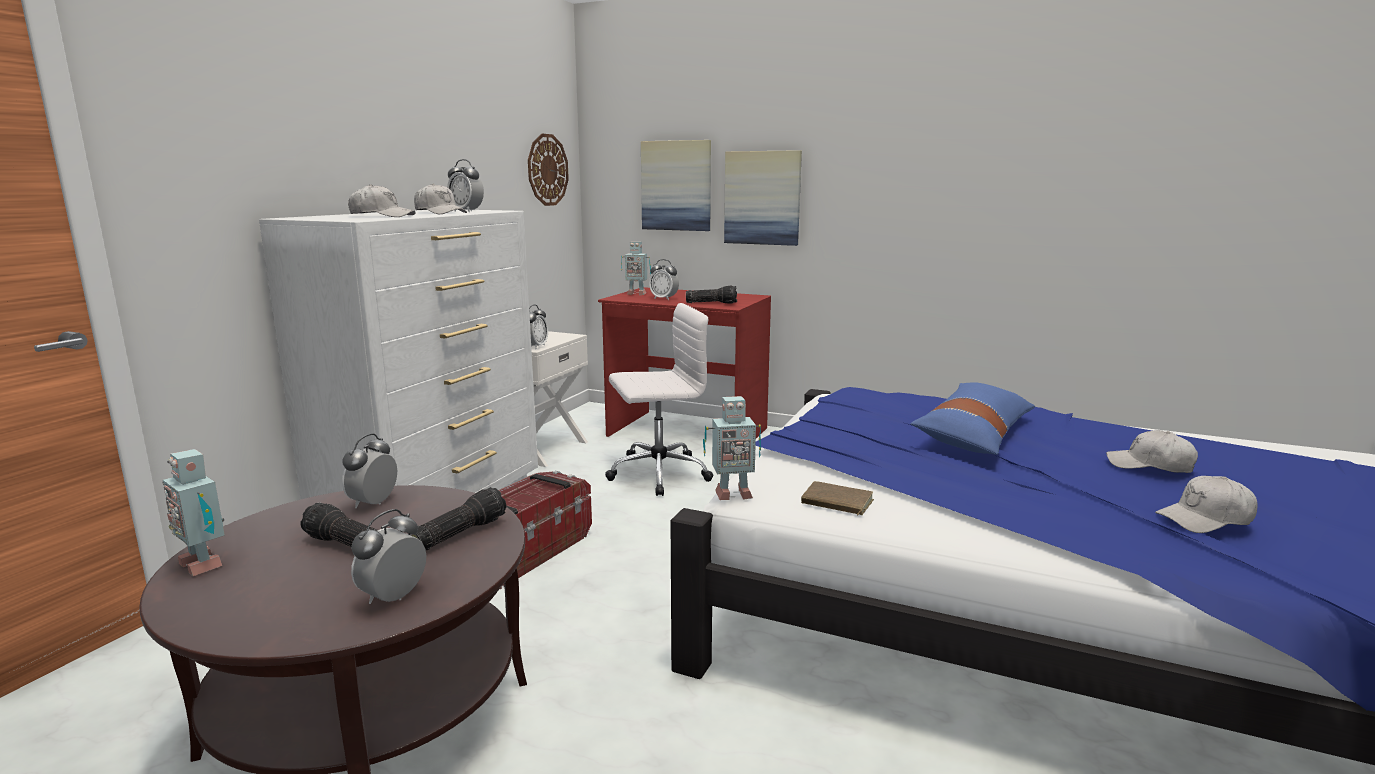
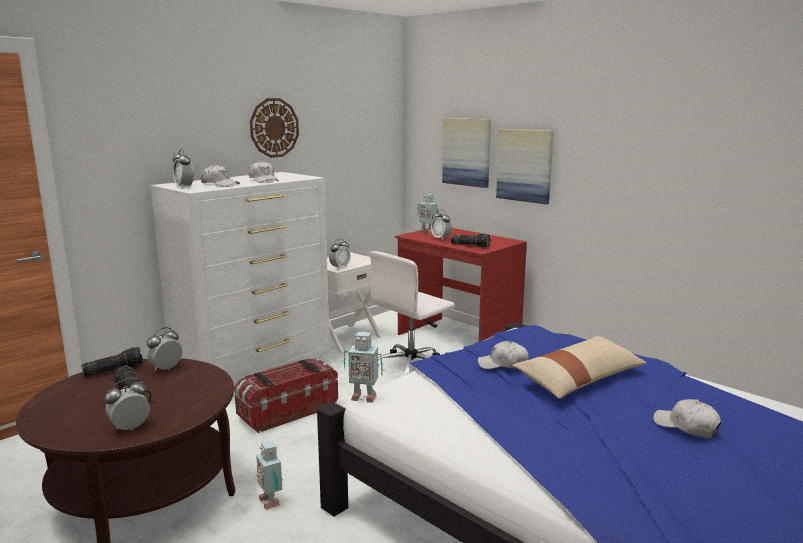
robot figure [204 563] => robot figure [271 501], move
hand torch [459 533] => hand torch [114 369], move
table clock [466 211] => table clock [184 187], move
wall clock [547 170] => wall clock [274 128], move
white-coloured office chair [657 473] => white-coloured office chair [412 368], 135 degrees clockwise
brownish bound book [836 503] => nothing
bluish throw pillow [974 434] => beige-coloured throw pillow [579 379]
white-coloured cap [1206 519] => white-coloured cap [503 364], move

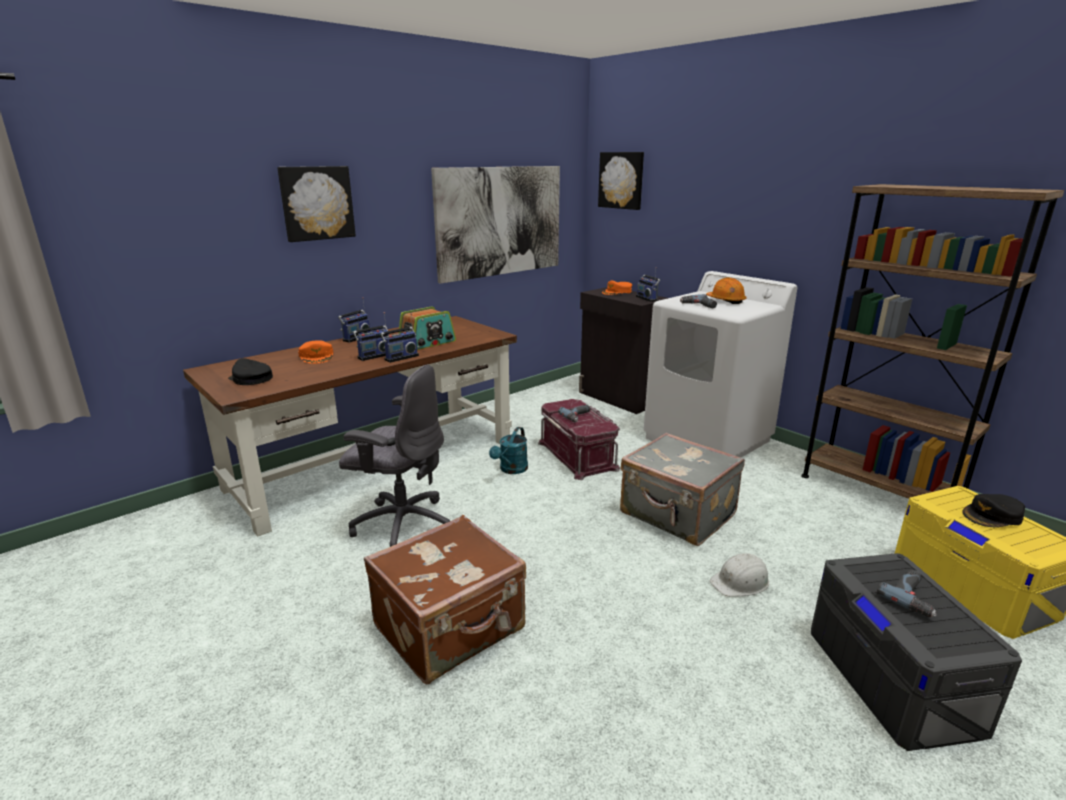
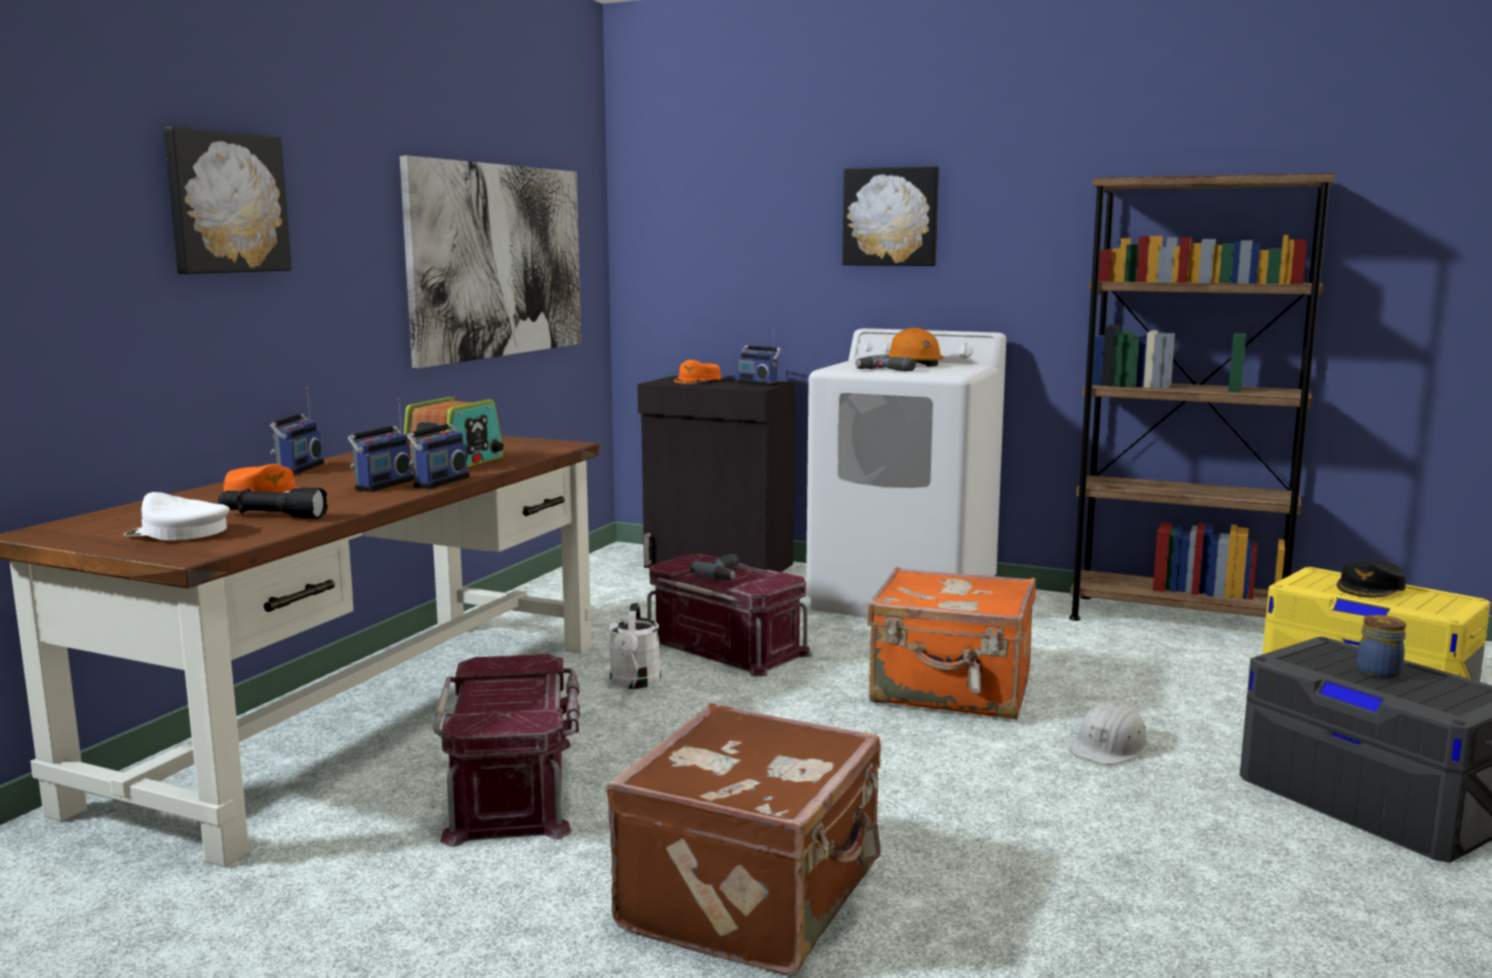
black-coloured cap [250 379] => white-coloured cap [178 532]
grey office chair [402 524] => red storage box [514 789]
turquoise-coloured watering can [511 470] => white-coloured watering can [634 683]
wall art [621 180] => wall art [891 217], move
grey travel case [677 515] => orange-coloured travel case [952 691]
power drill [913 598] => storage jar [1378 671]
nothing => black-coloured hand torch [272 516]

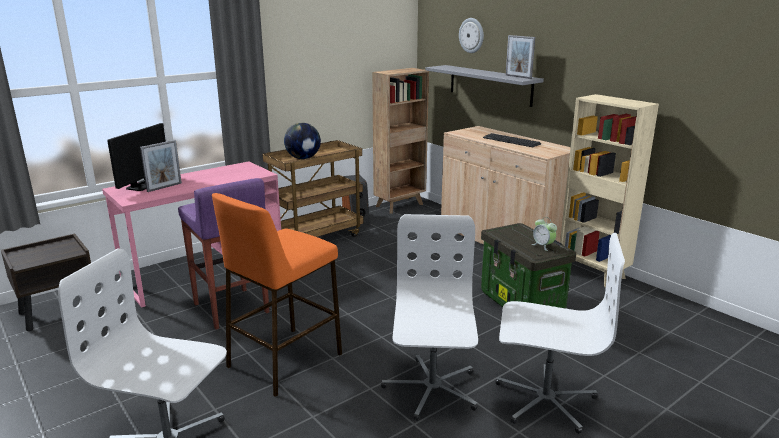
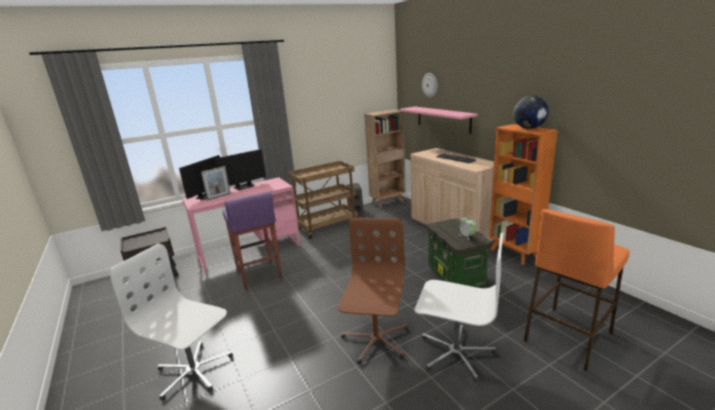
orange-coloured sitting stool [284 360] => orange-coloured sitting stool [567 337], move
globe [303 158] => globe [529 128], move
white-coloured office chair [431 389] => brownish office chair [375 340]
grey bracket shelf [490 85] => pink-coloured bracket shelf [443 119]
photo frame [518 77] => nothing
beige-coloured shelving unit [593 274] => orange-coloured shelving unit [514 254]
nothing => computer screen [244 186]

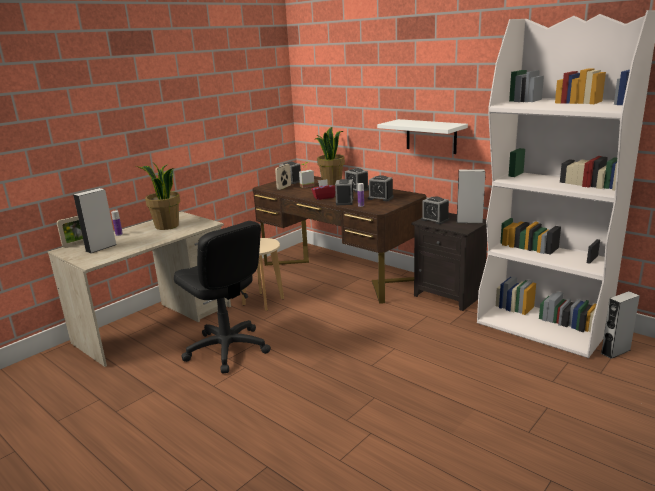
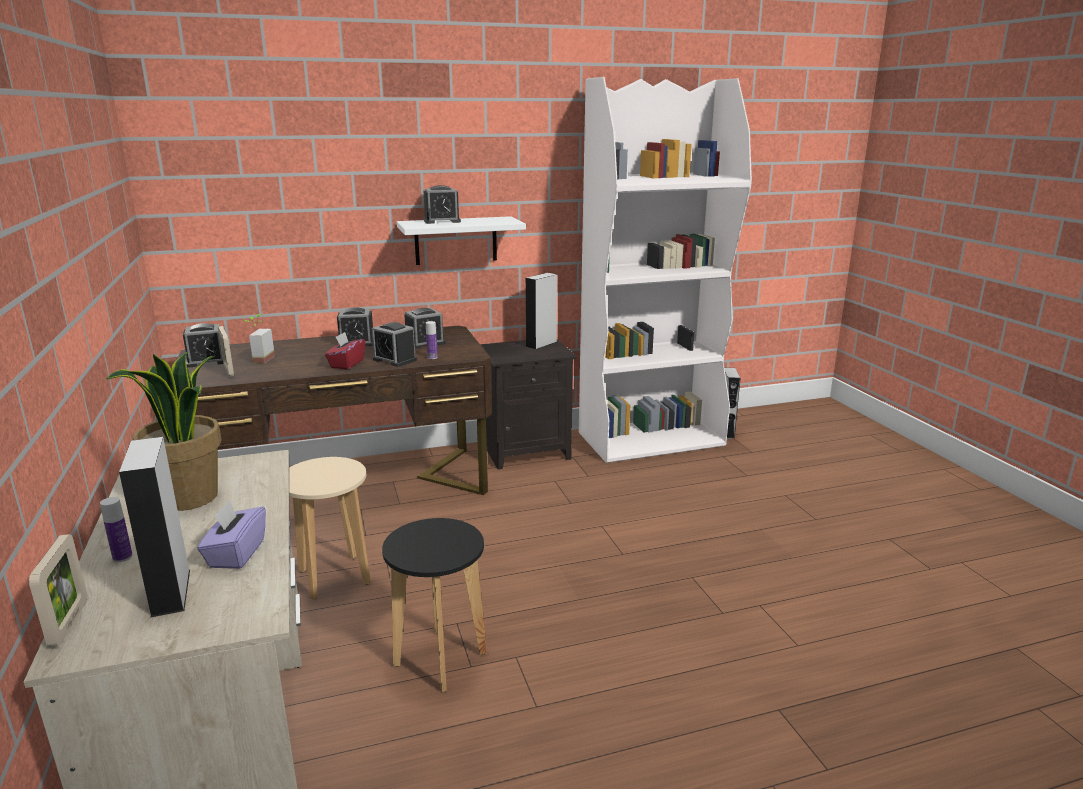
black-coloured office chair [227 349] => black-coloured sitting stool [440 660]
plant in a pot [331 183] => nothing
table clock [435 220] => table clock [442 221], move
nothing => purple tissue holder [236 554]

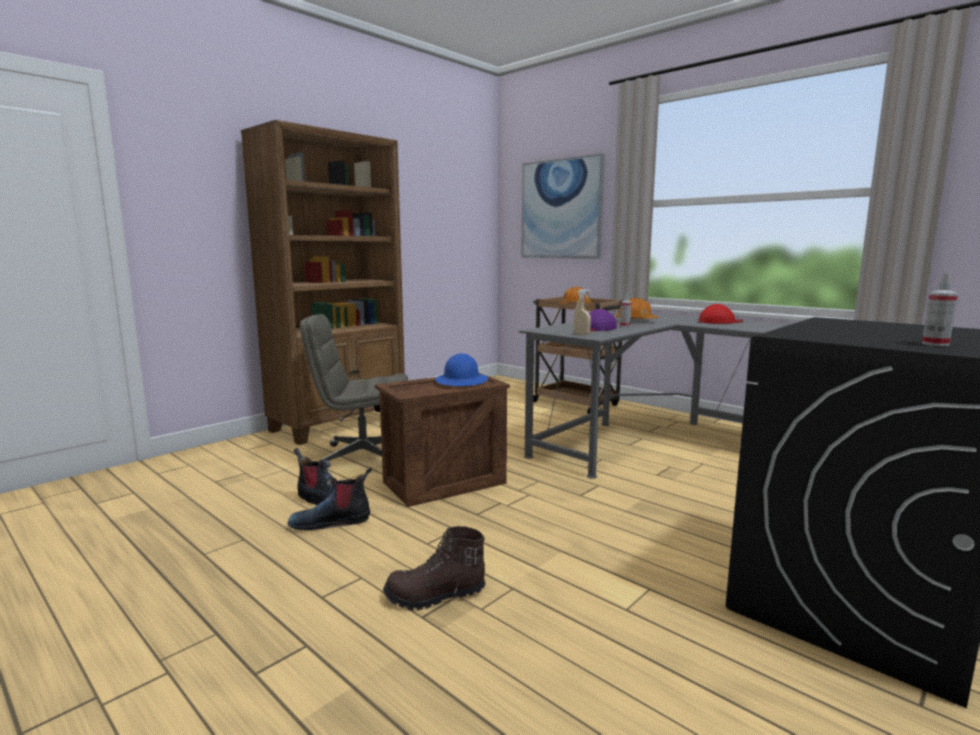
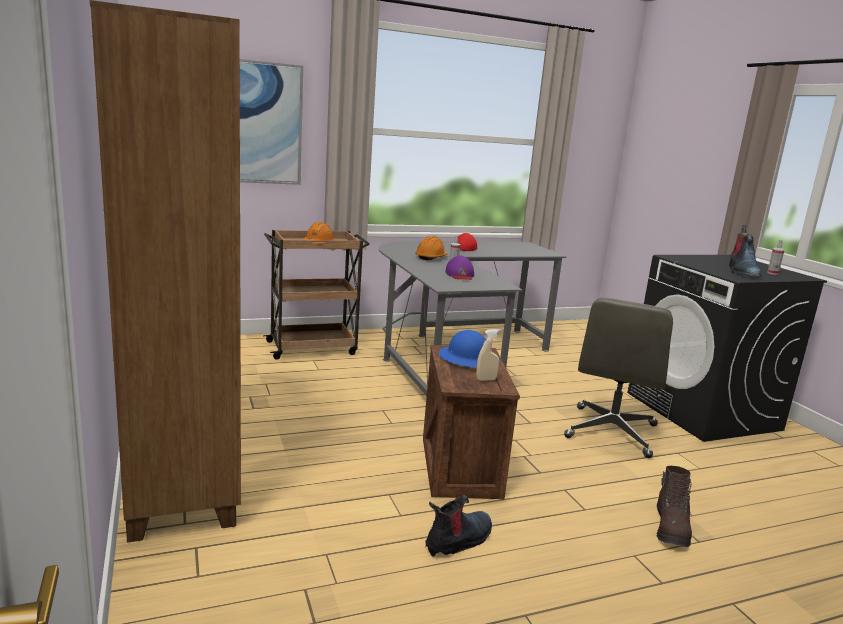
high-top boot [331 522] => high-top boot [742 272], move
grey office chair [362 458] => grey office chair [611 432], move
beige-coloured hand sprayer [581 334] => beige-coloured hand sprayer [486 379], move

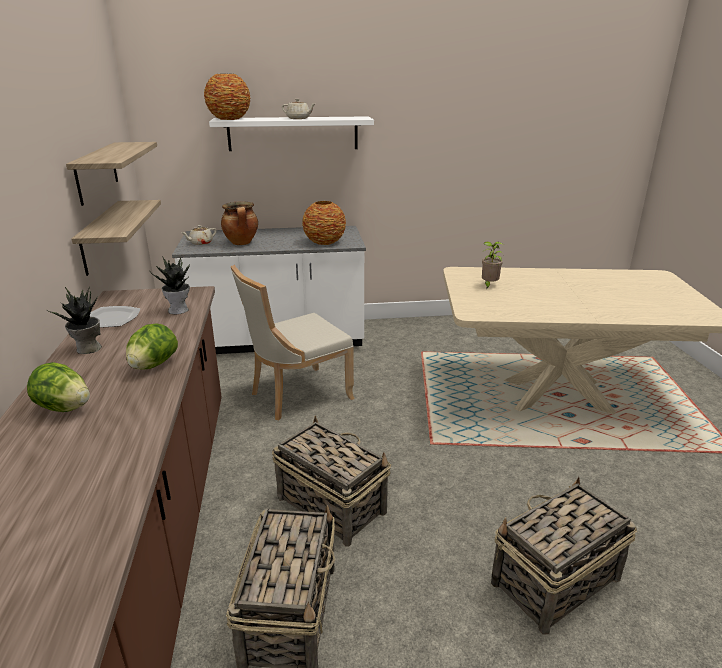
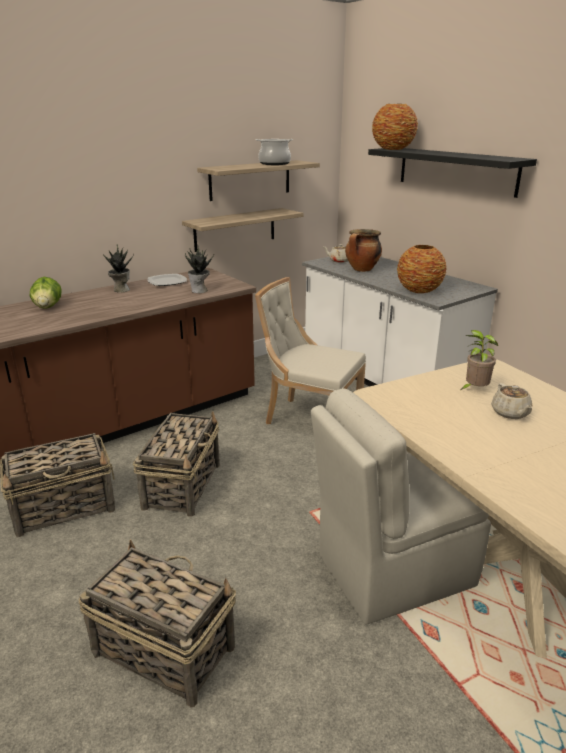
lettuce head [153 365] => nothing
white-coloured bracket shelf [293 133] => black-coloured bracket shelf [456 171]
beige-coloured pot for tea [298 118] => beige-coloured pot for tea [510 413], move
nothing => stockpot [274 163]
nothing => beige-coloured plain chair [391 571]

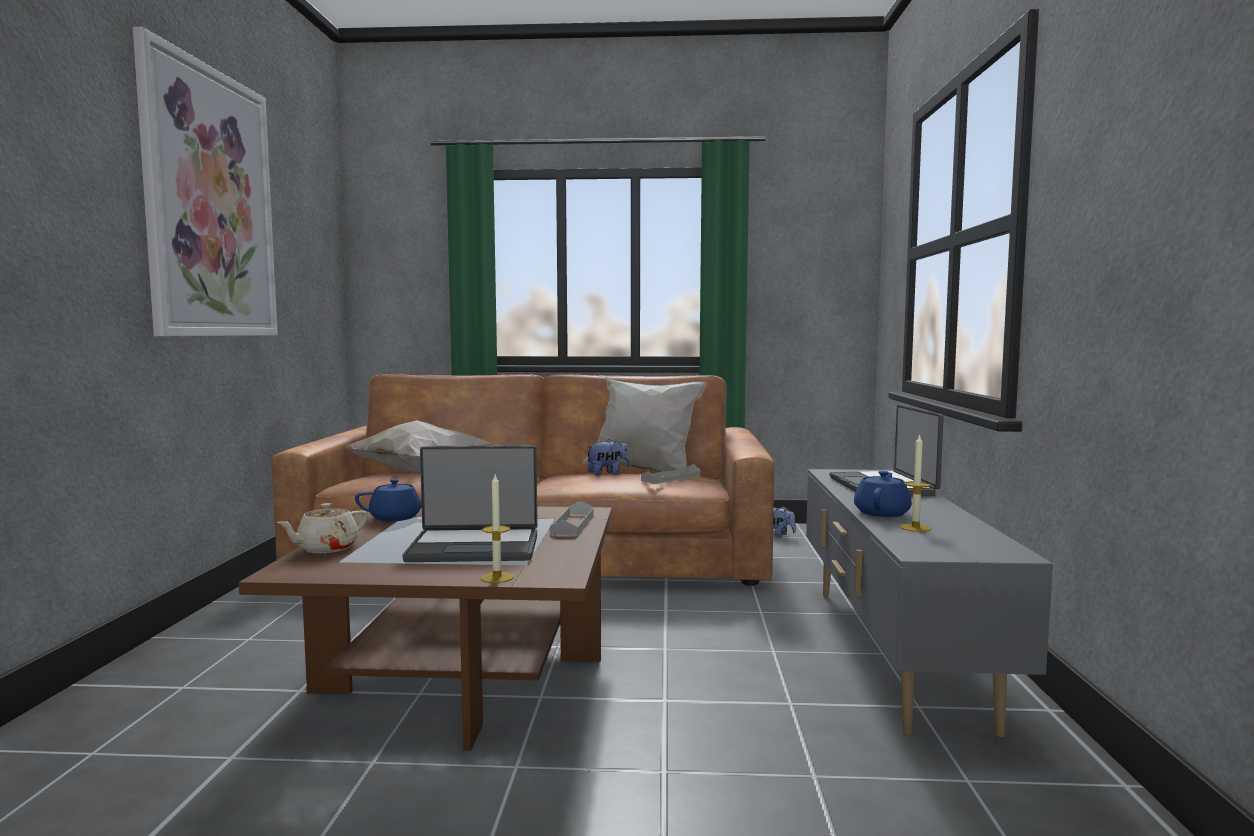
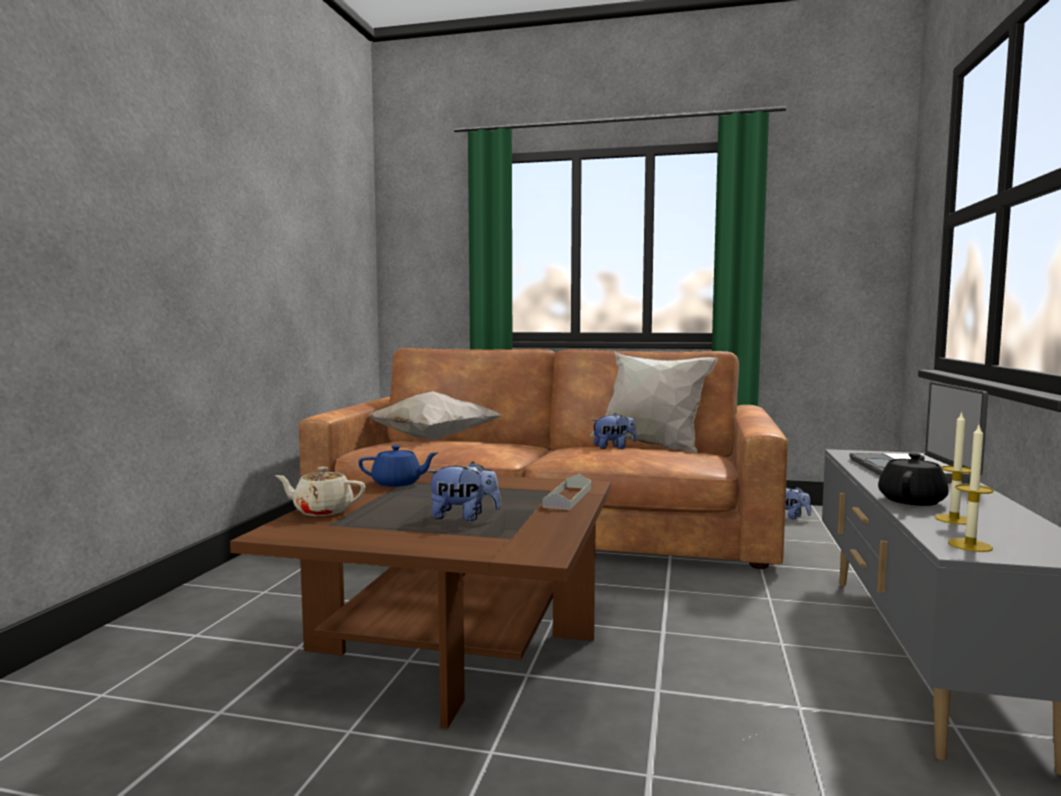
wall art [210 204] => nothing
beige-coloured pot for tea [326 549] => beige-coloured pot for tea [322 511], 45 degrees clockwise
notebook computer [475 547] => plush toy [464 517]
wax light [497 577] => wax light [970 545], move
grey serving tray [671 478] => nothing
bluish pot for tea [882 513] => black-coloured pot for tea [912 500]

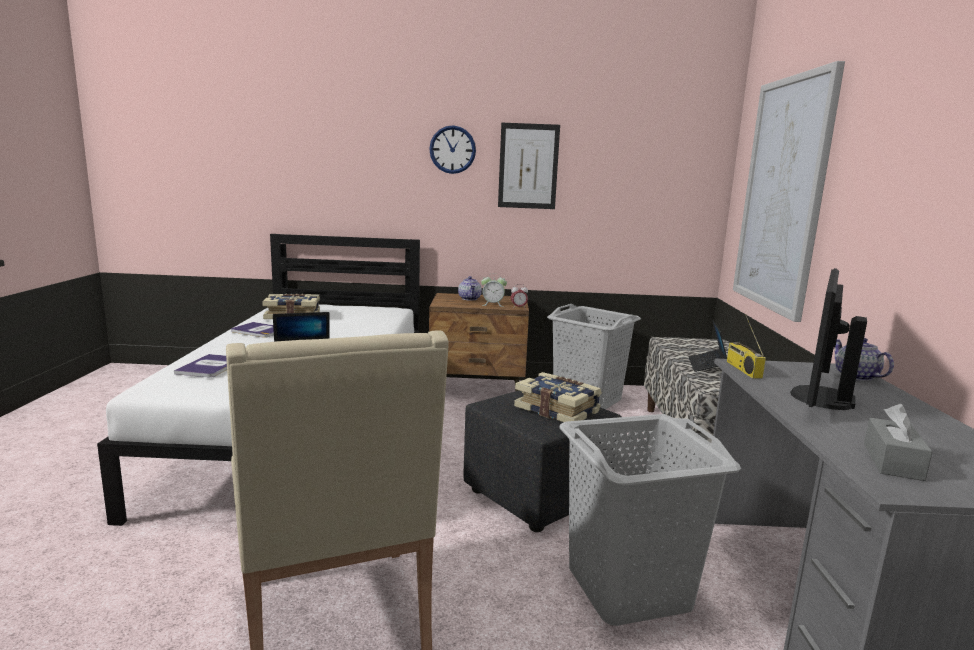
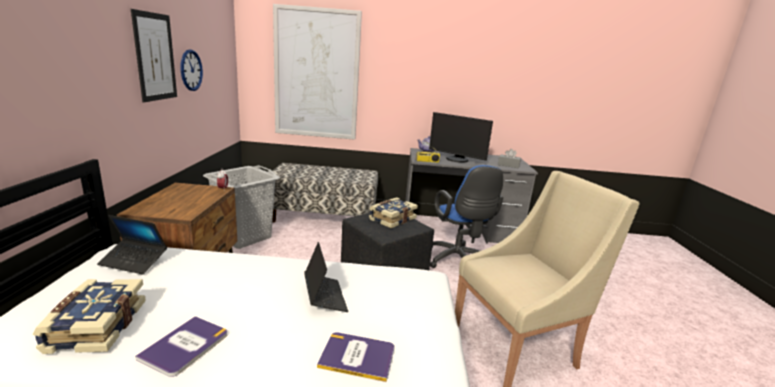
wall clock [452 149] => wall clock [191 70], move
pot for tea [470 299] => nothing
table clock [493 304] => nothing
grey laundry basket [627 588] => bluish office chair [457 262]
notebook computer [707 366] => notebook computer [134 261], move

